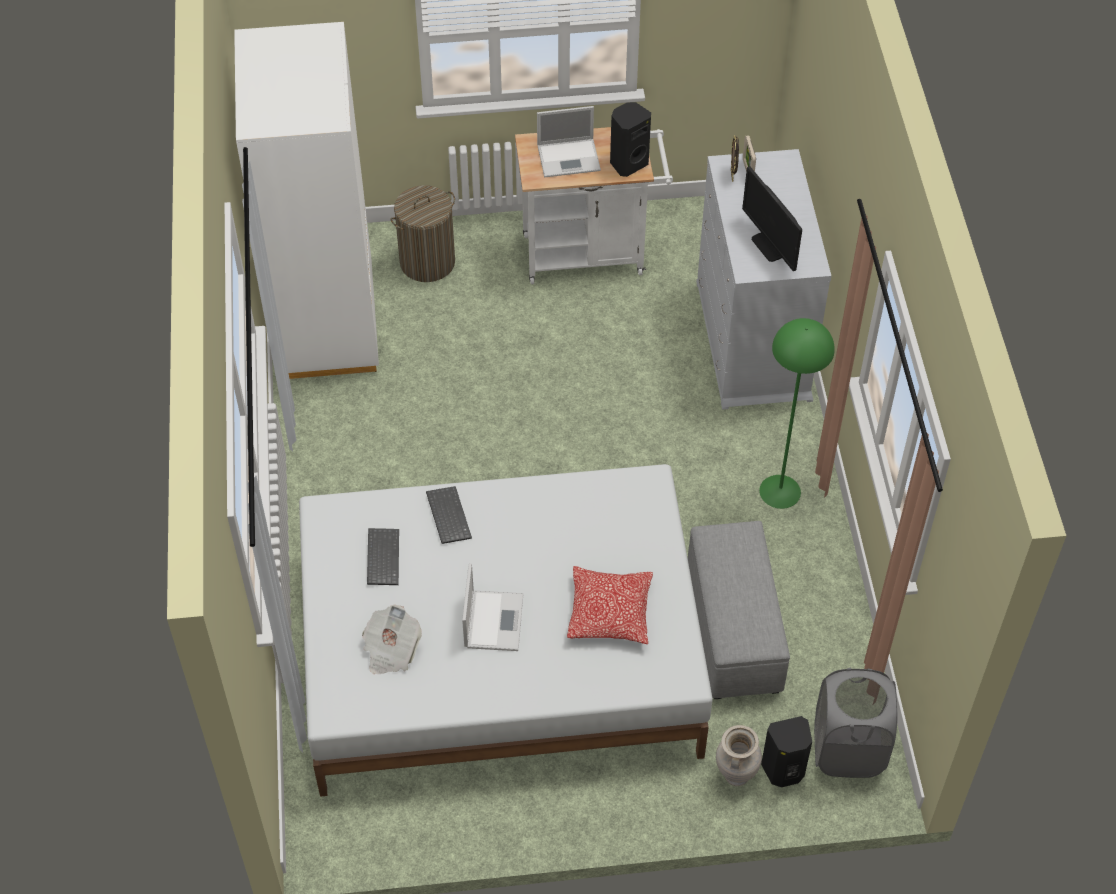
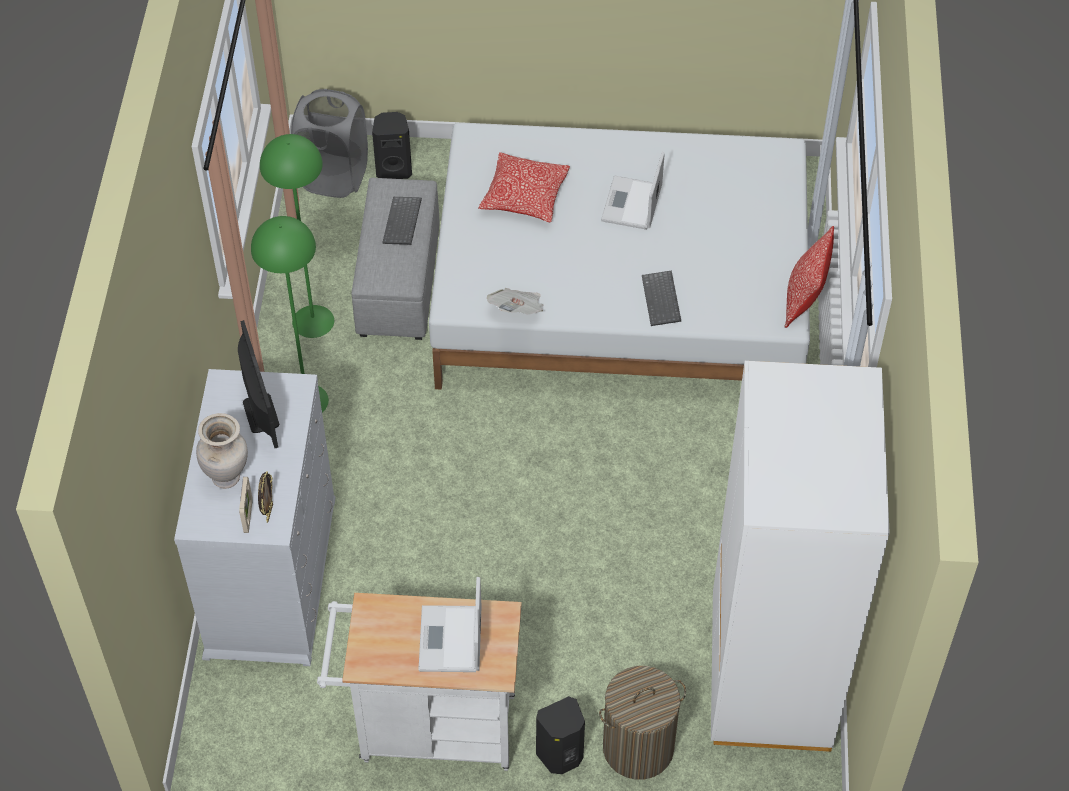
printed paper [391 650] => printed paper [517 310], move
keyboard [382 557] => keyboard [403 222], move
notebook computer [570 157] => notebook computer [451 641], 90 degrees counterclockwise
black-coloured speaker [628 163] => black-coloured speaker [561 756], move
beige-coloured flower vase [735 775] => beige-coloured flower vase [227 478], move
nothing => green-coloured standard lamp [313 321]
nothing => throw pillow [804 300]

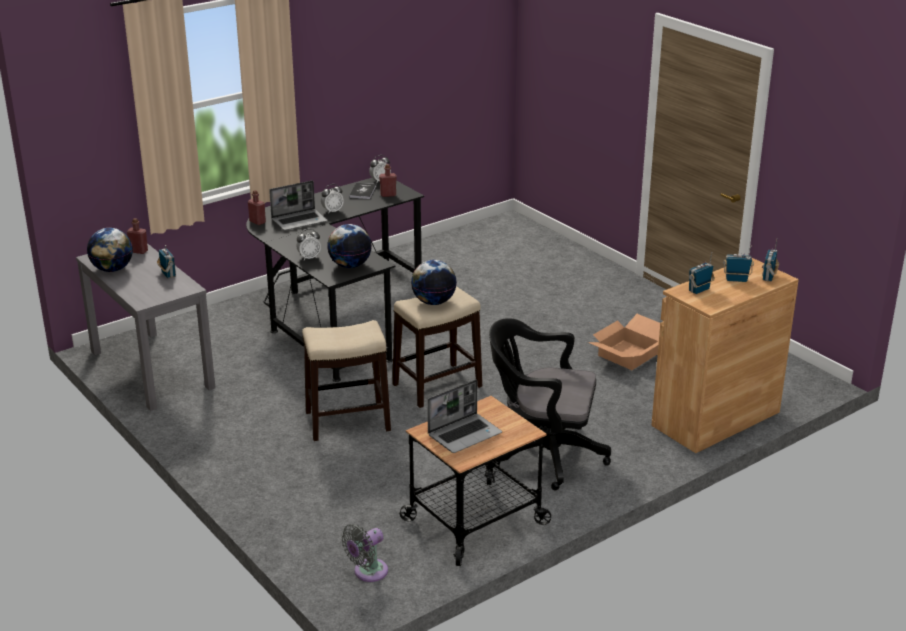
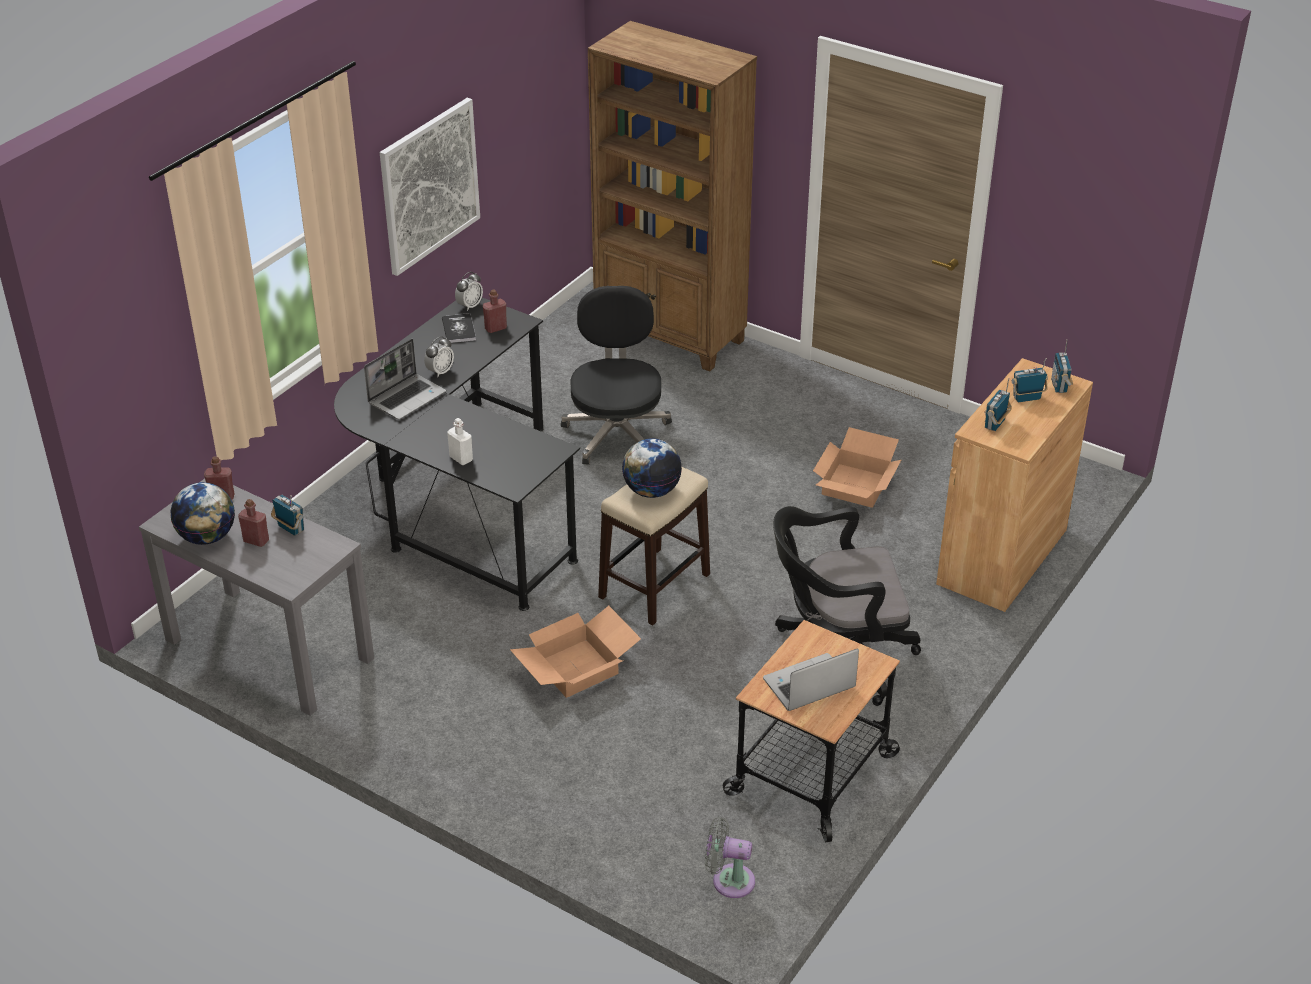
red drink bottle [257 222] => red drink bottle [256 541], move
table clock [309 257] => white-coloured drink bottle [461 458]
sitting stool [348 421] => cardboard box [576 667]
globe [350 265] => nothing
grey cooling fan [367 572] => grey cooling fan [728 880], 75 degrees clockwise
notebook computer [465 434] => notebook computer [808 685], 150 degrees counterclockwise
nothing => wall art [429 185]
nothing => black-coloured office chair [616 433]
nothing => brownish shelving unit [671 336]

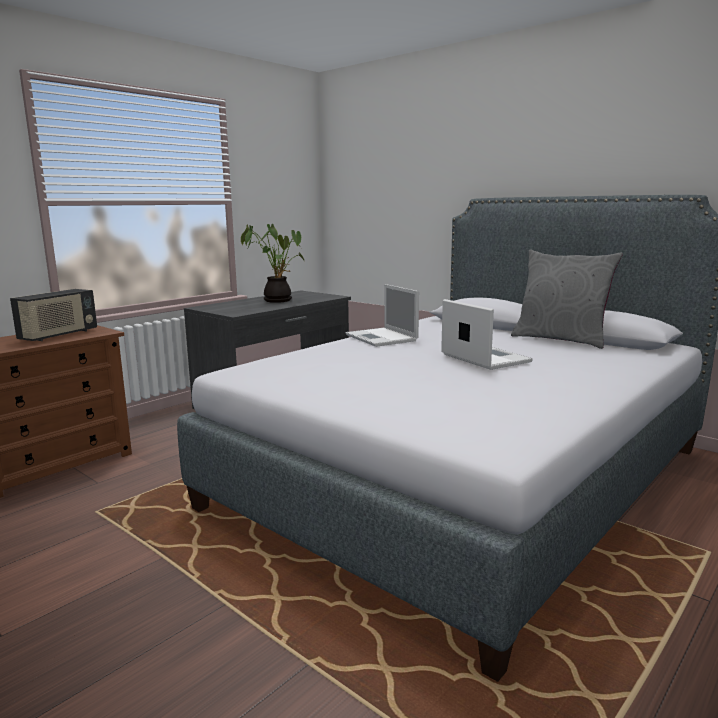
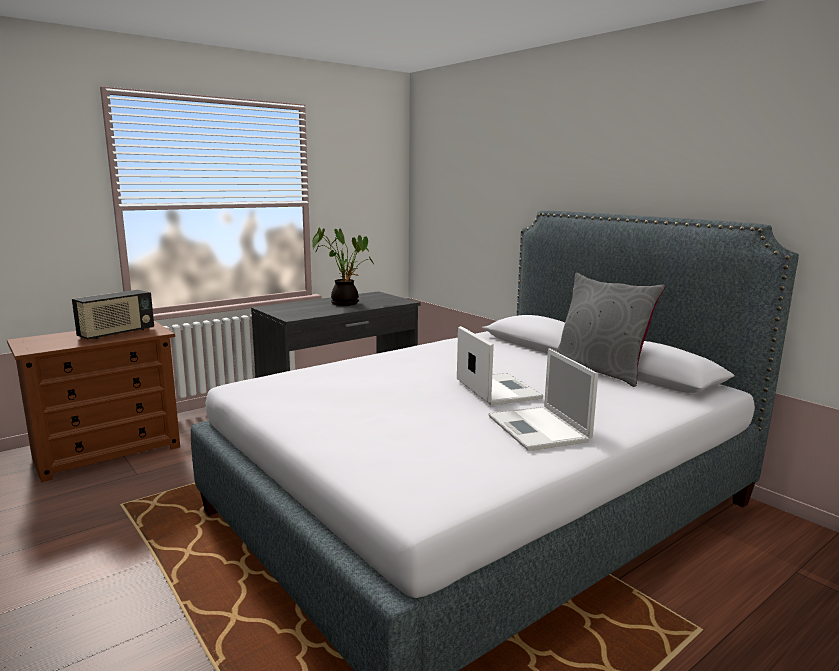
notebook computer [382 338] => notebook computer [539 429], move

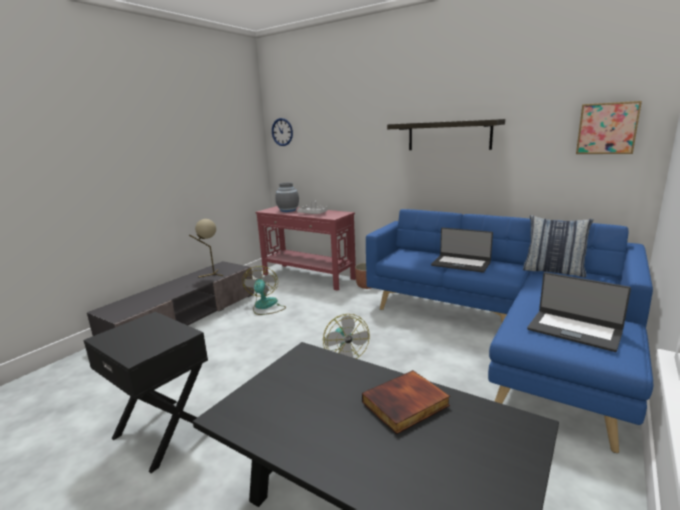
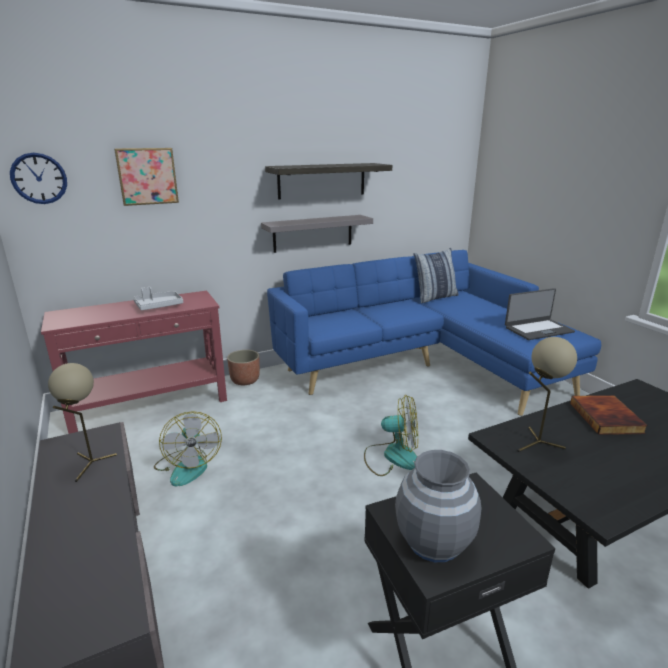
cooling fan [265 306] => cooling fan [188 466], 135 degrees counterclockwise
grey flower vase [288 210] => grey flower vase [433 541], move
notebook computer [461 264] => nothing
wall art [607 128] => wall art [147 176], move
nothing => grey bracket shelf [313 233]
nothing => beige-coloured tabletop lamp [536 443]

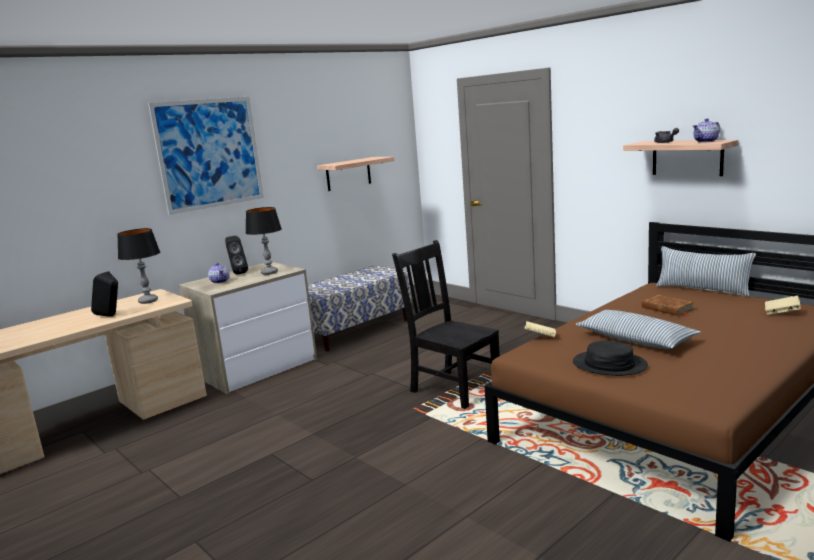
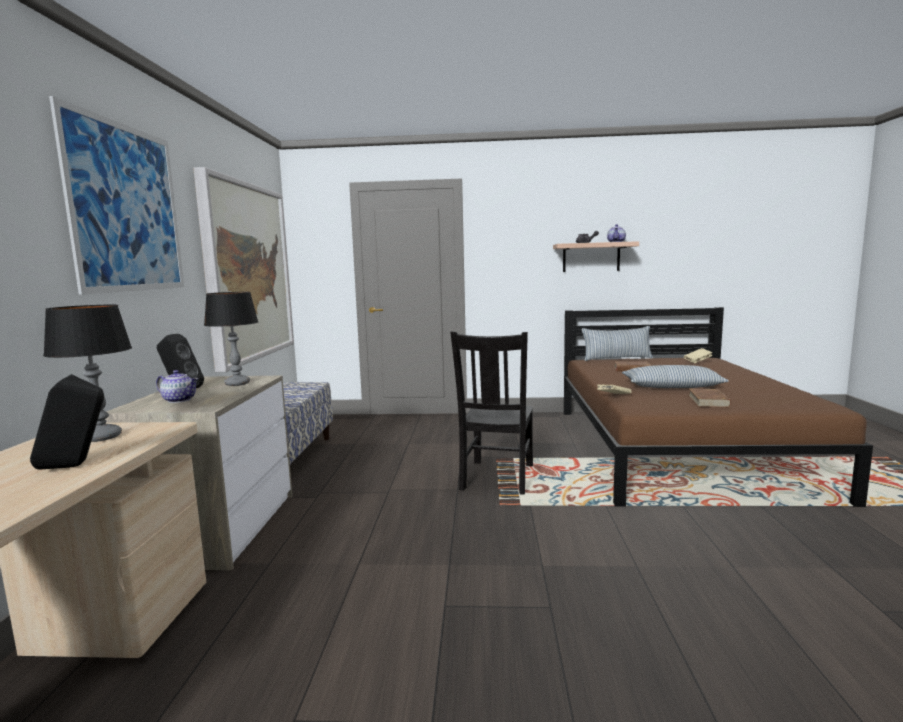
bracket shelf [348 174] => wall art [248 272]
black-coloured plain chair [453 388] => black-coloured plain chair [497 478], 75 degrees counterclockwise
black-coloured wearable hat [609 365] => brownish bound book [708 401]

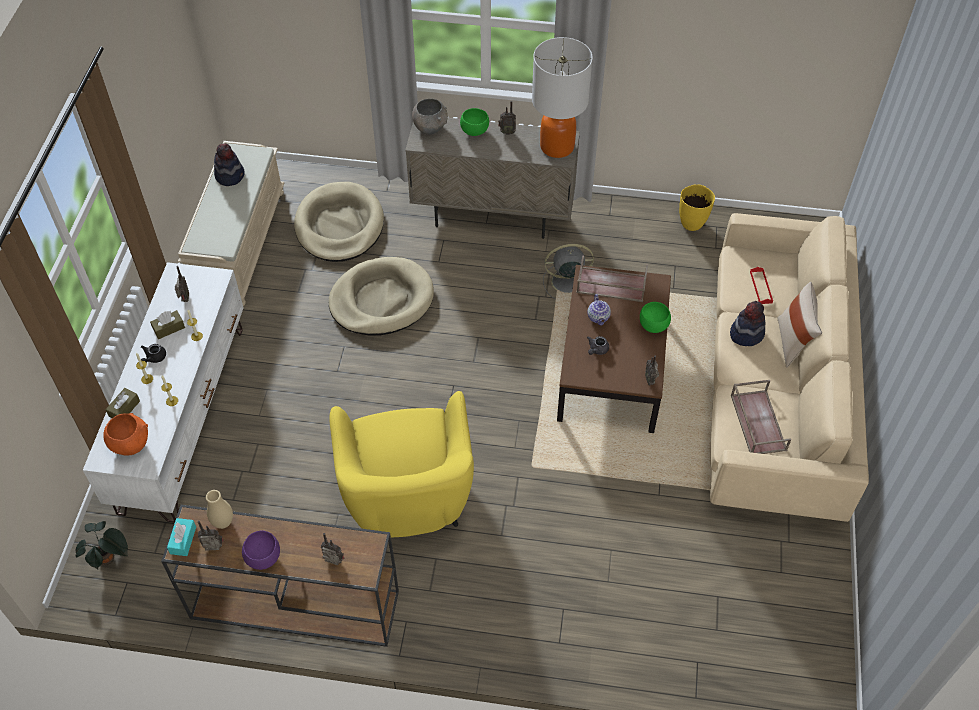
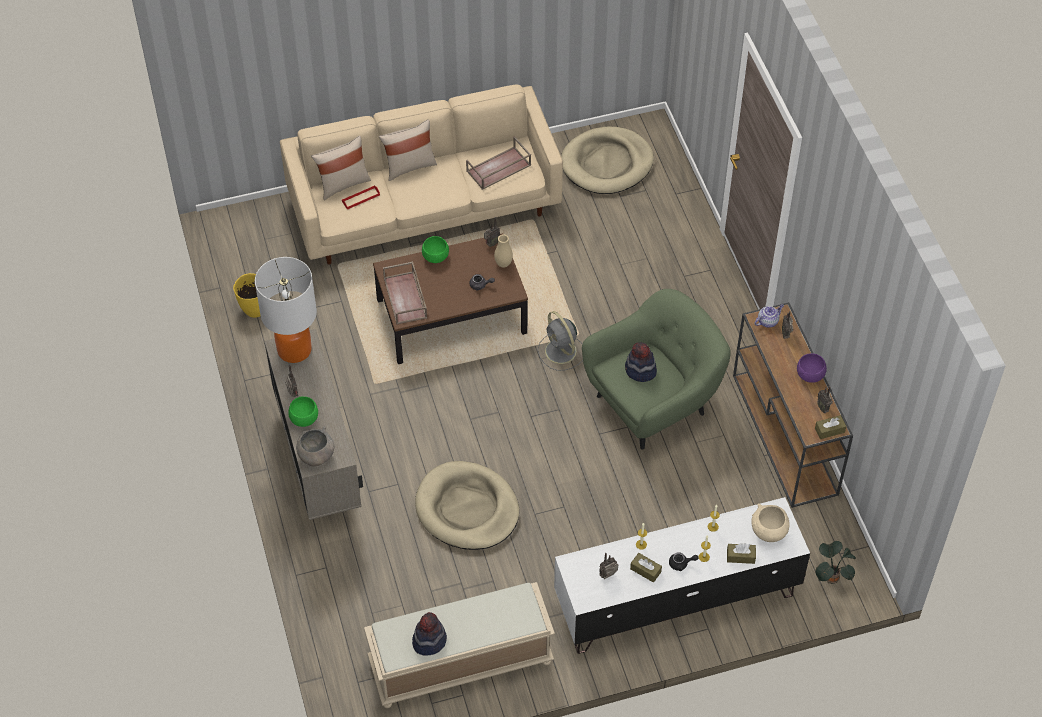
orange-coloured deep dish [130 444] => beige-coloured deep dish [768 532]
turquoise-coloured tissue holder [183 540] => brownish tissue holder [829 430]
beige-coloured flower vase [223 522] => beige-coloured flower vase [503 264], move
beige-coloured pet bed [339 225] => beige-coloured pet bed [607 164], move
yellowish armchair [408 497] => green-coloured armchair [653 403]
grey cooling fan [565 281] => grey cooling fan [561 352], move
pot for tea [598 318] => pot for tea [768 321], move
wearable hat [746 333] => wearable hat [640 370], move
nothing => beige-coloured throw pillow [343 184]

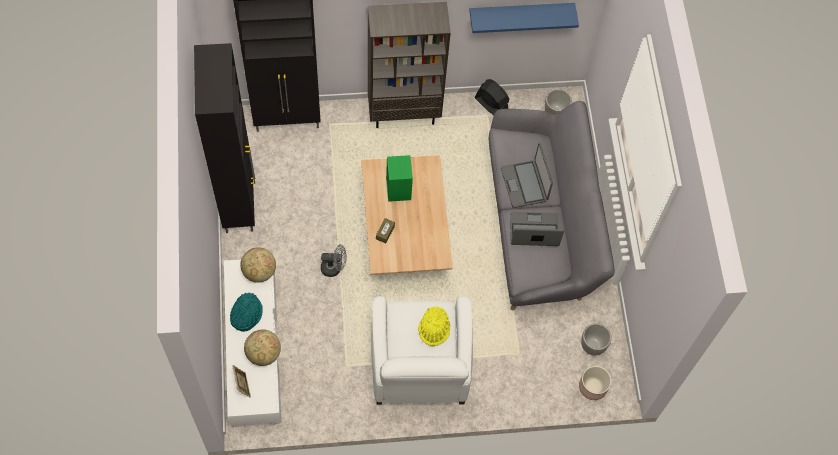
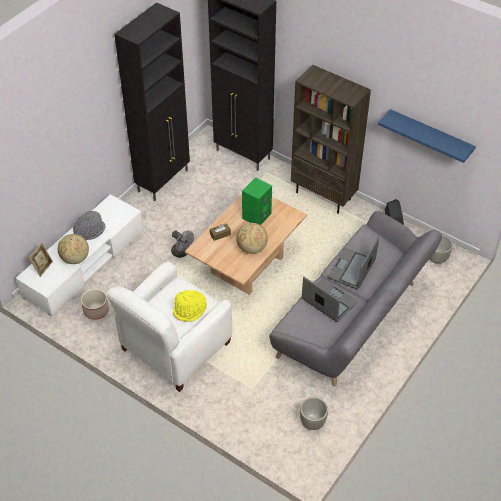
turquoise-coloured wearable hat [246 314] => grey wearable hat [89 230]
globe [259 272] => globe [251 248], move
planter [592 387] => planter [95 310], move

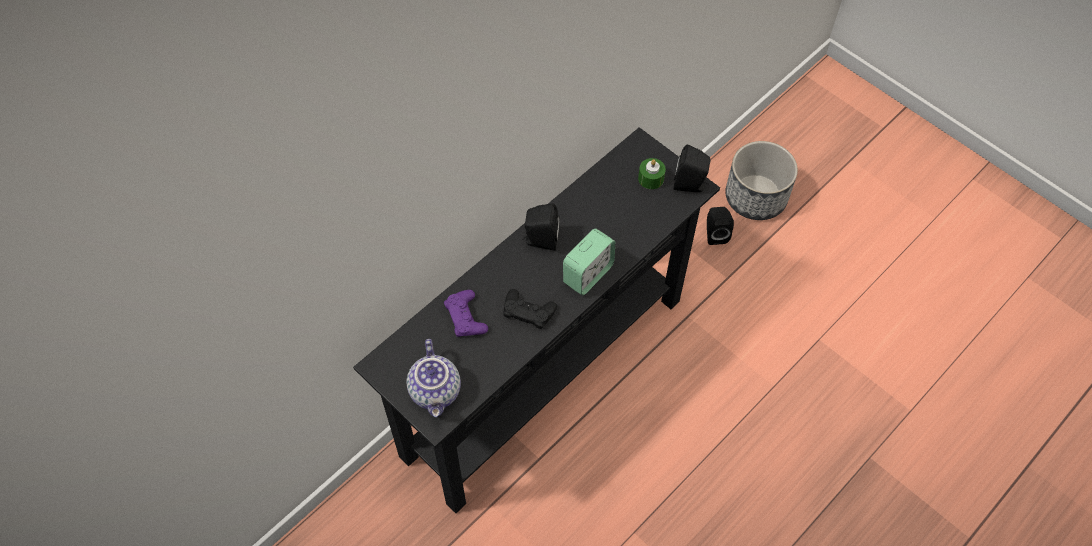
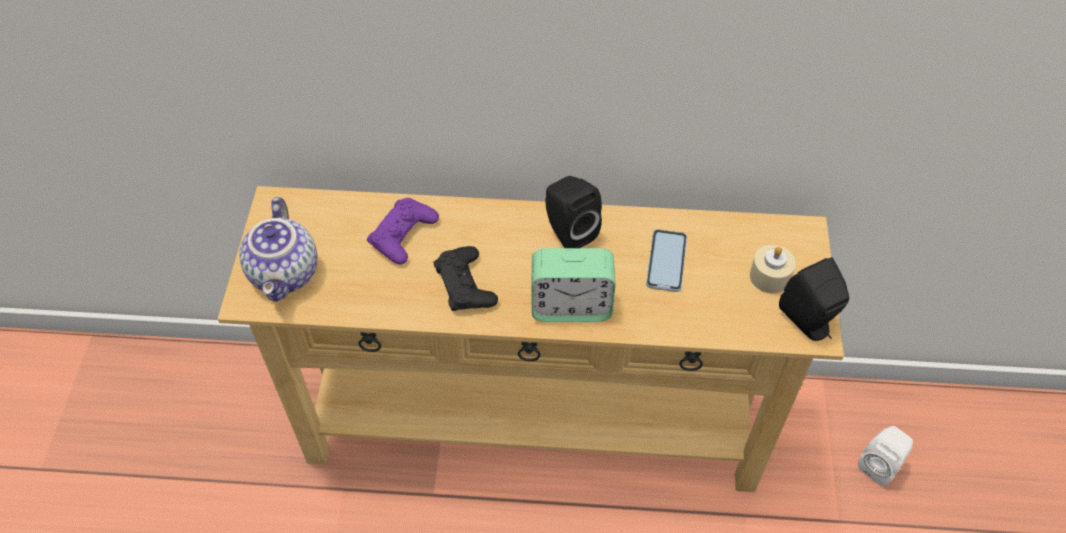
black-coloured narrow table [544 375] => beige-coloured narrow table [533 425]
pot for tea [436 392] => pot for tea [286 274], 45 degrees counterclockwise
green-coloured wax light [651 178] => beige-coloured wax light [769 276]
black-coloured speaker [715 234] => white-coloured speaker [880 464]
planter [755 197] => nothing
nothing => phone [666 261]

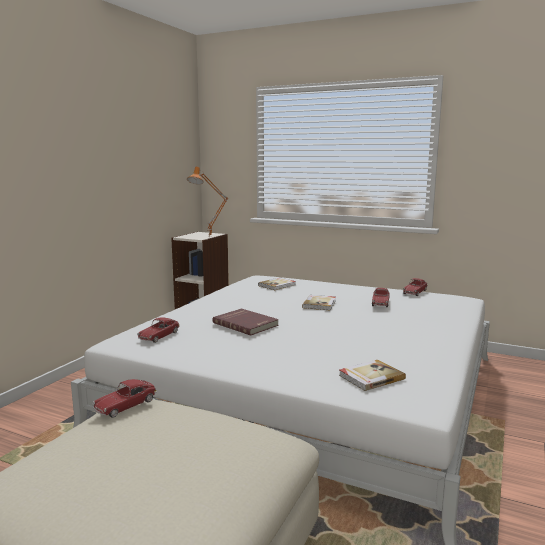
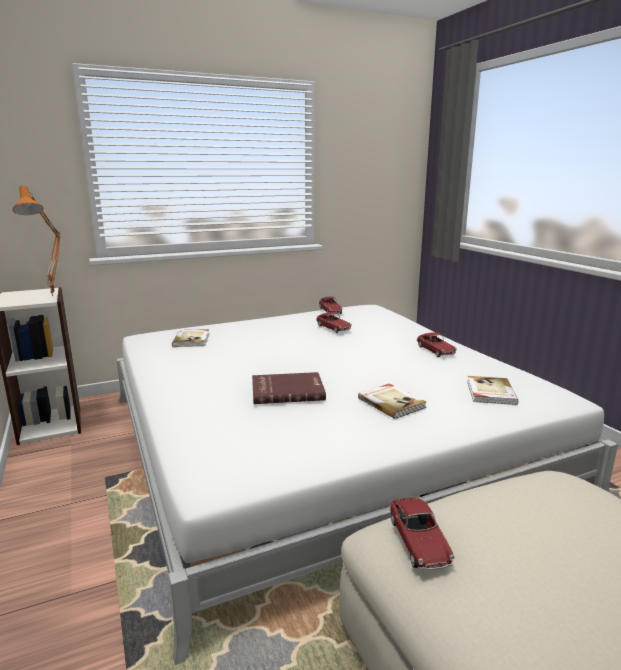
miniature car [159 336] => miniature car [435 350], move
bound book [320 304] => bound book [391 402], move

